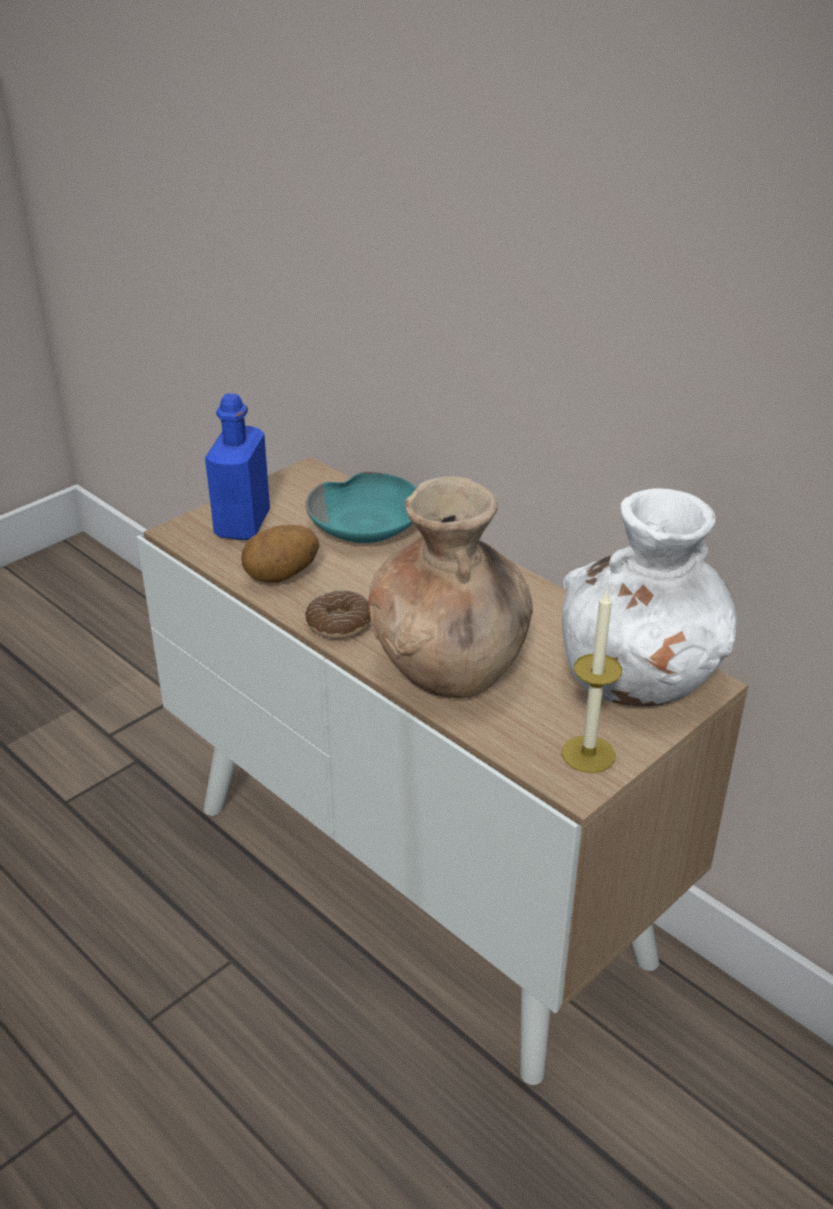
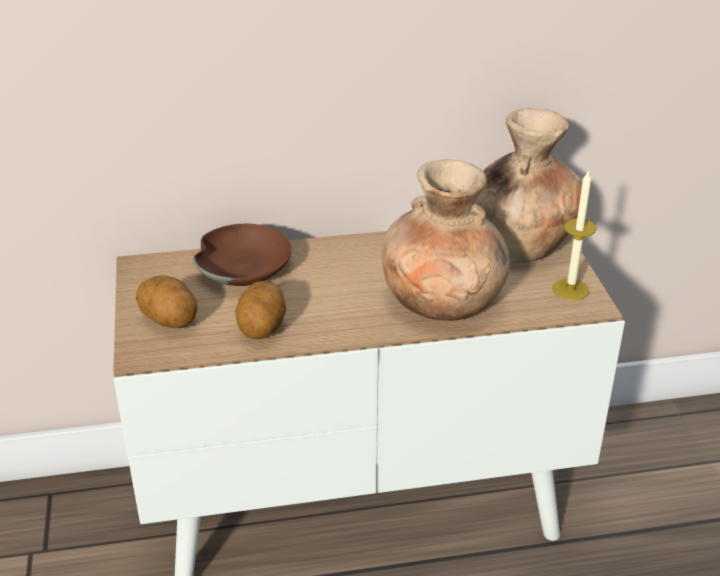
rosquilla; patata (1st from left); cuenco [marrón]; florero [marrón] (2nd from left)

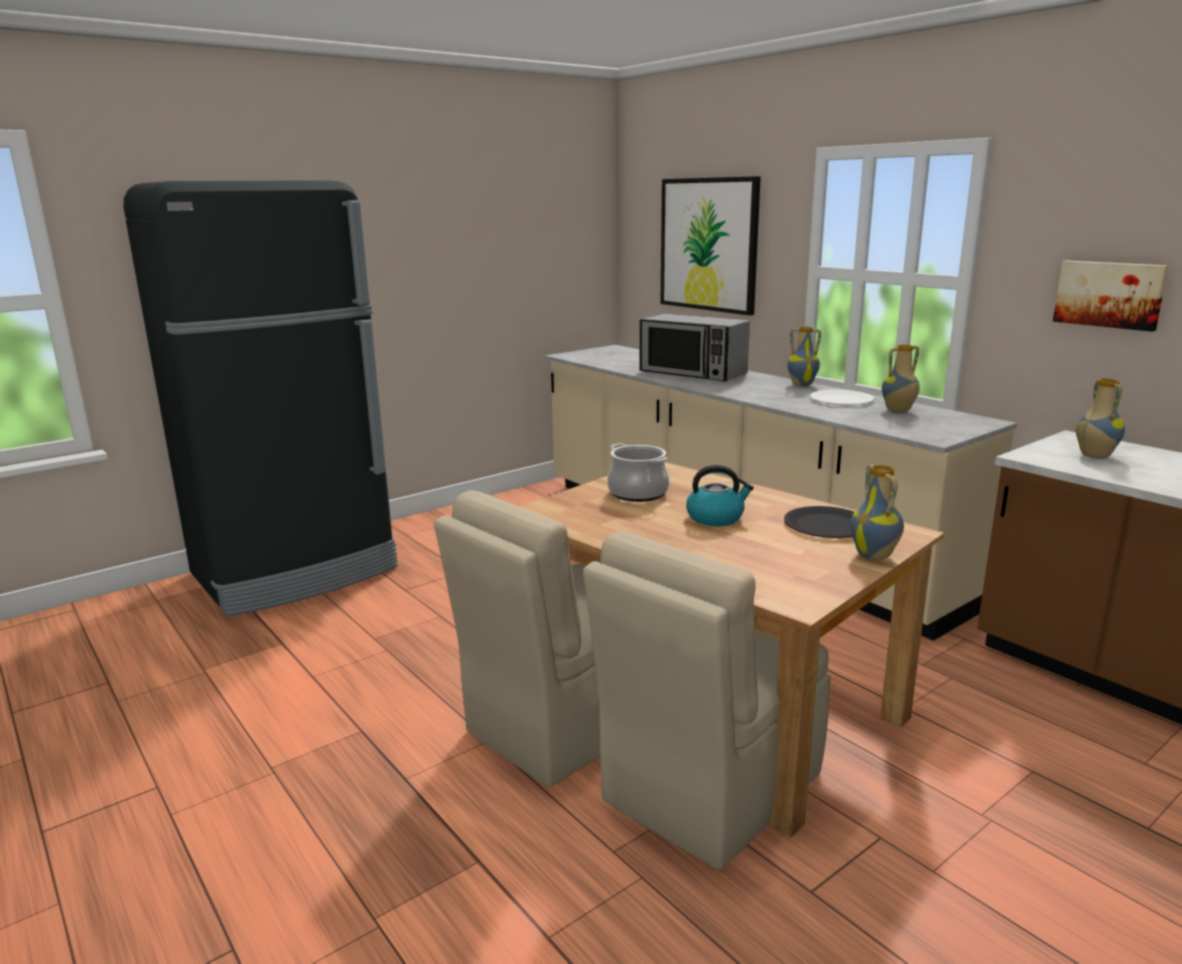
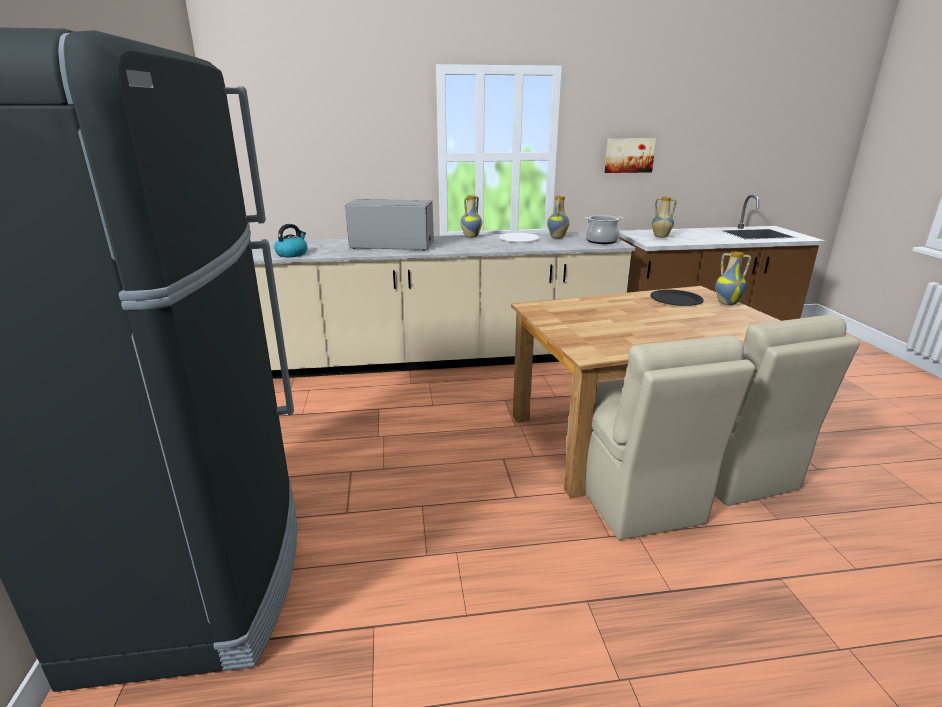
cuadro (1st from left in the first image); olla; hervidor; microondas

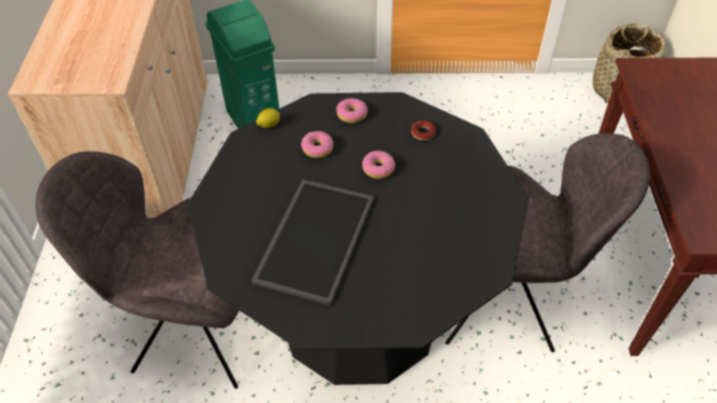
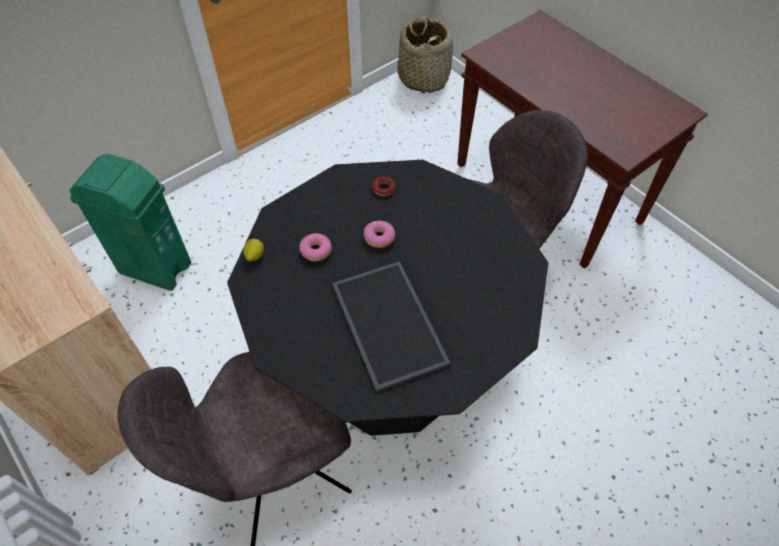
rosquilla (2nd from left in the first image)

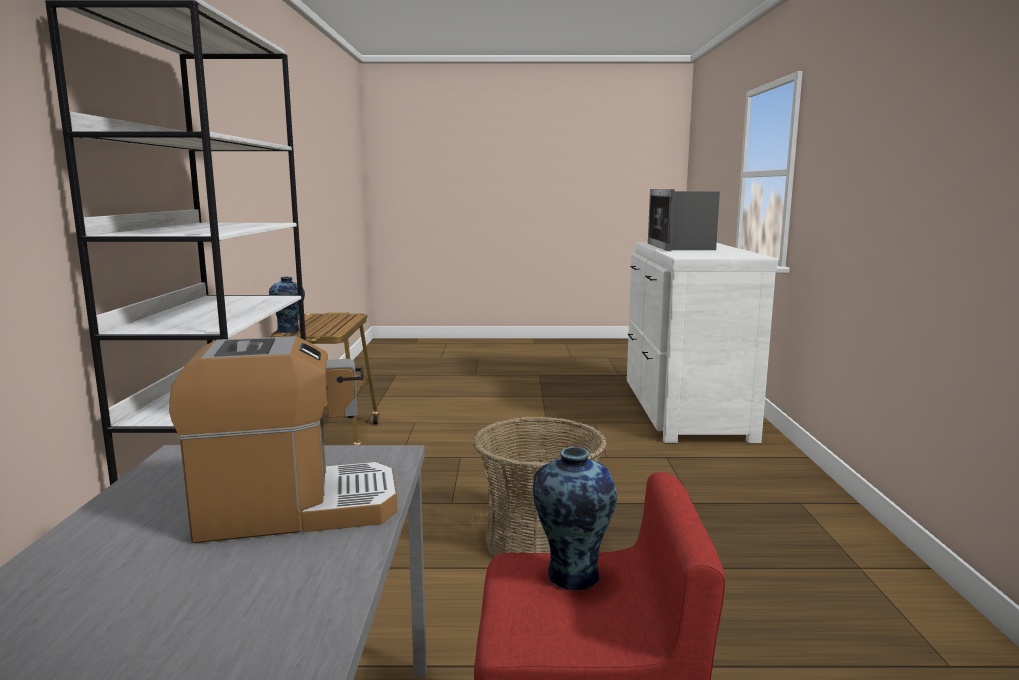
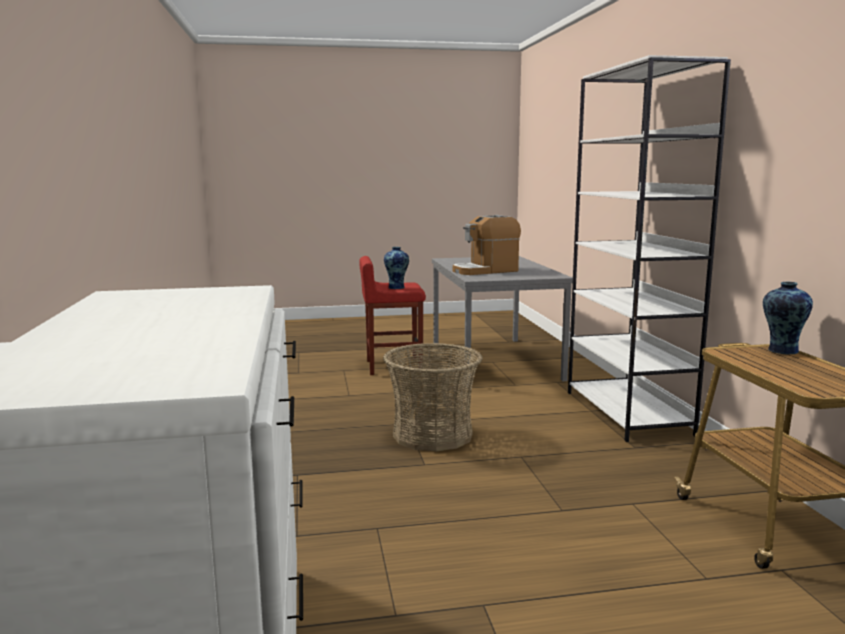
microondas

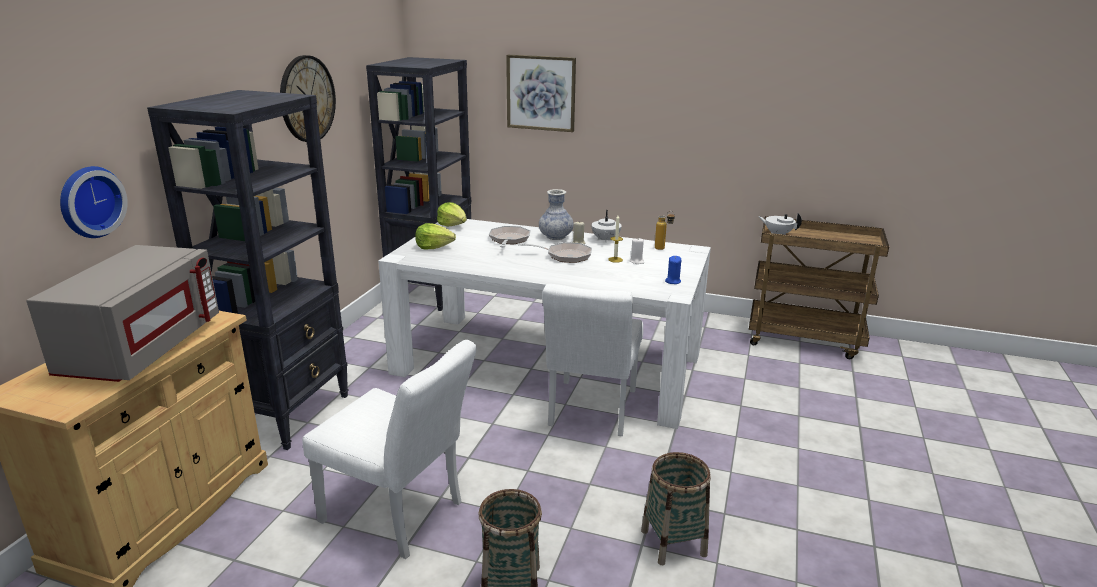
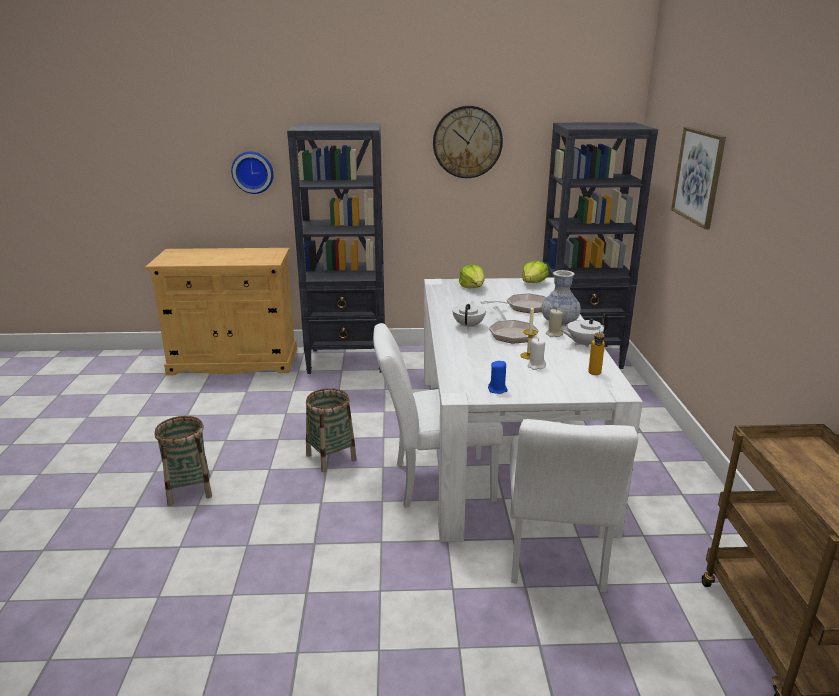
microondas [gris]; silla [blanco] (2nd from left); cesta (2nd from left); tetera [blanco] (1st from left)

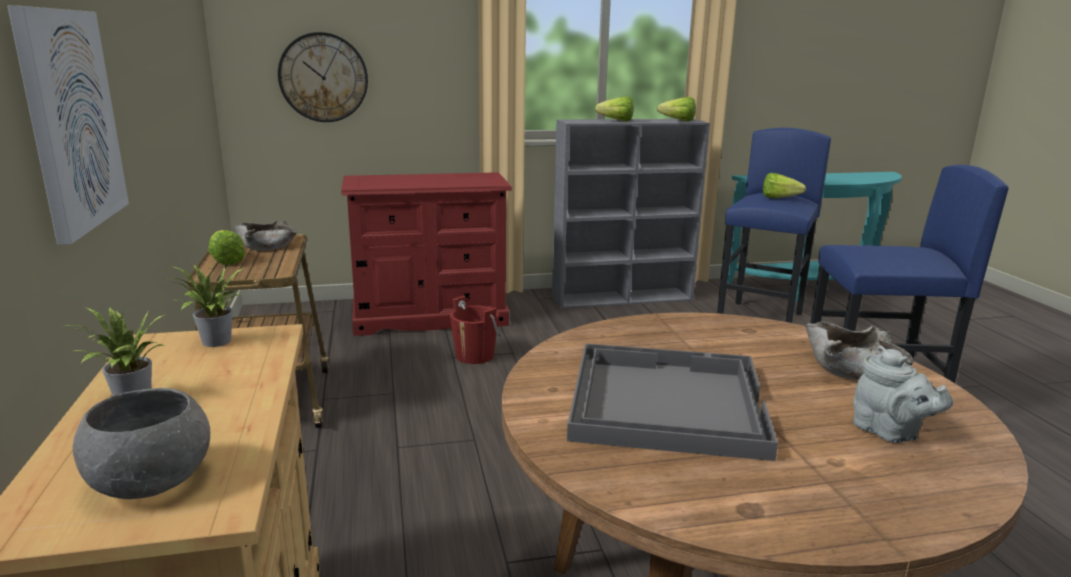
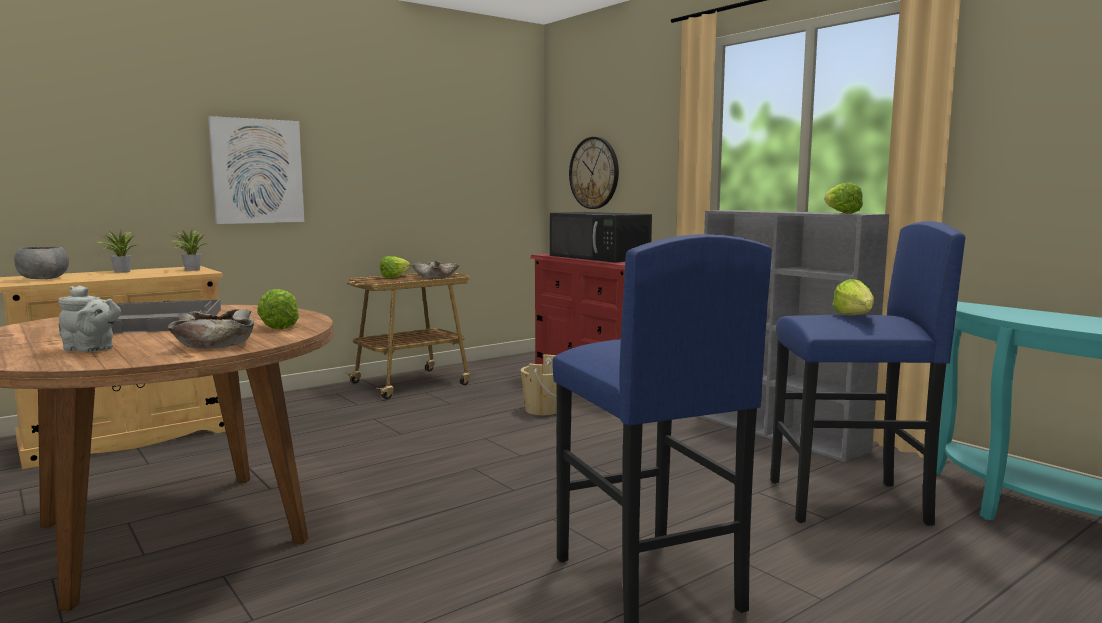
microondas [negro]; lechuga (1st from left); cubo [beis]; tetera [gris]

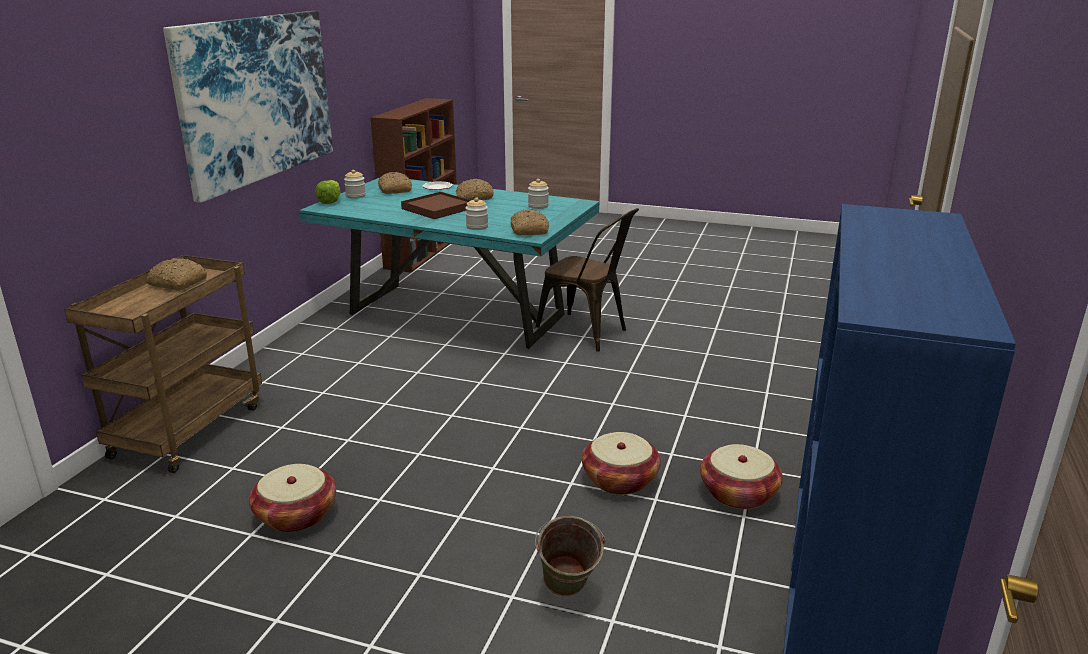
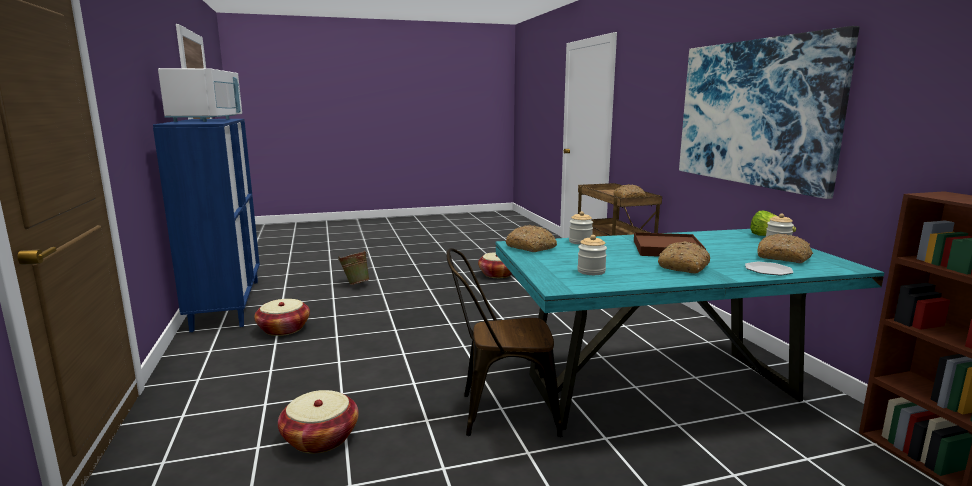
microondas [blanco]; cesta (2nd from left)

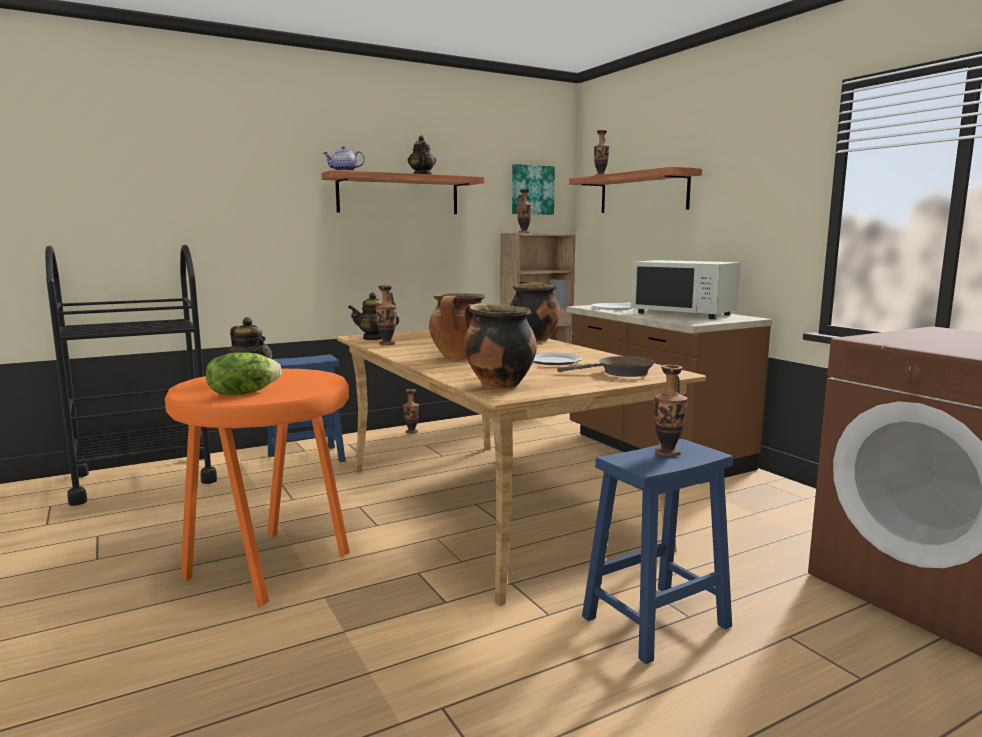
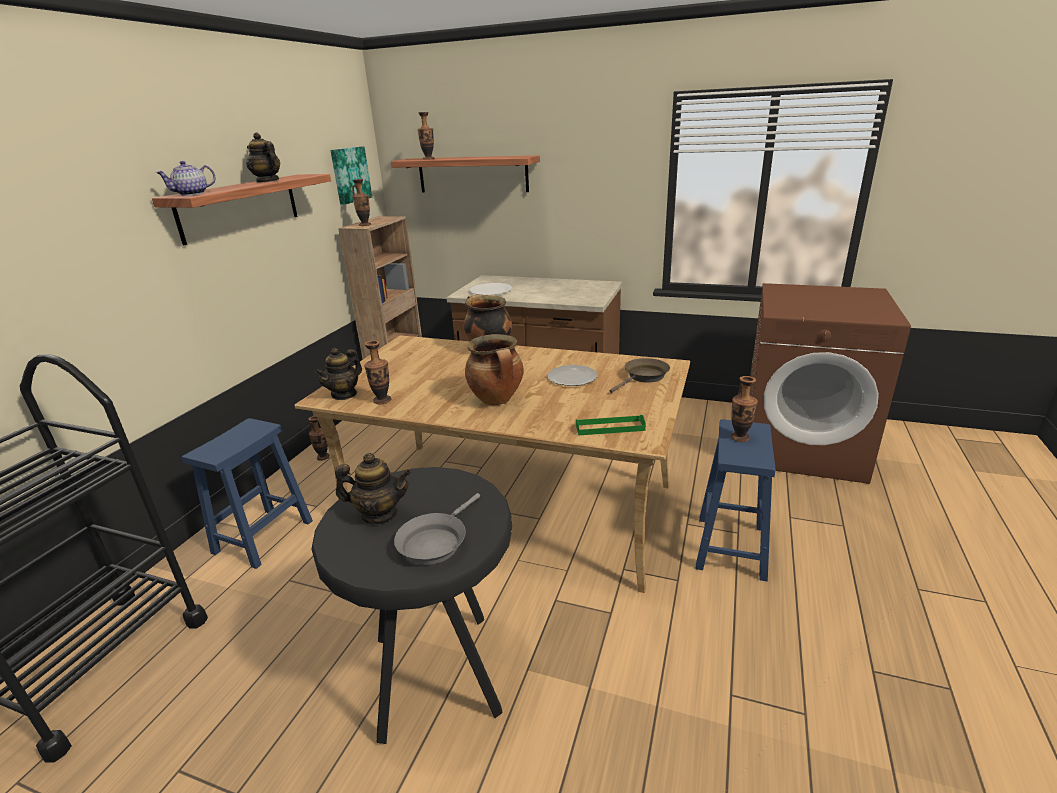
microondas [blanco]; sartén [gris]; bandeja [verde]; taburete [negro]

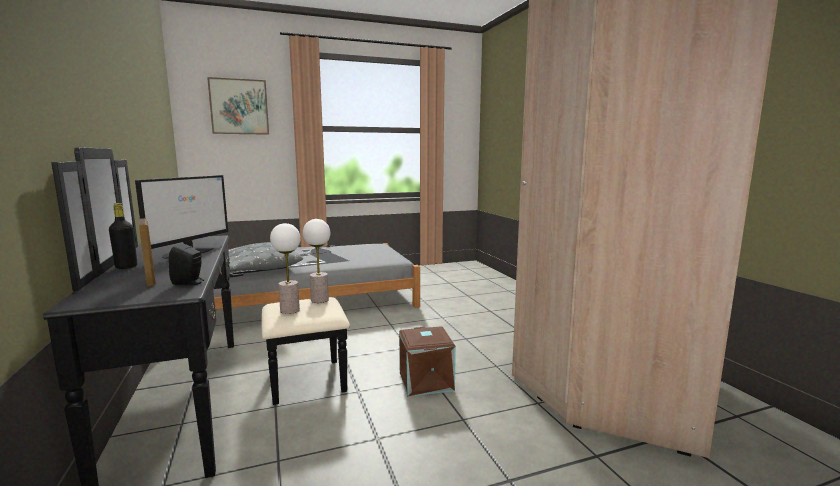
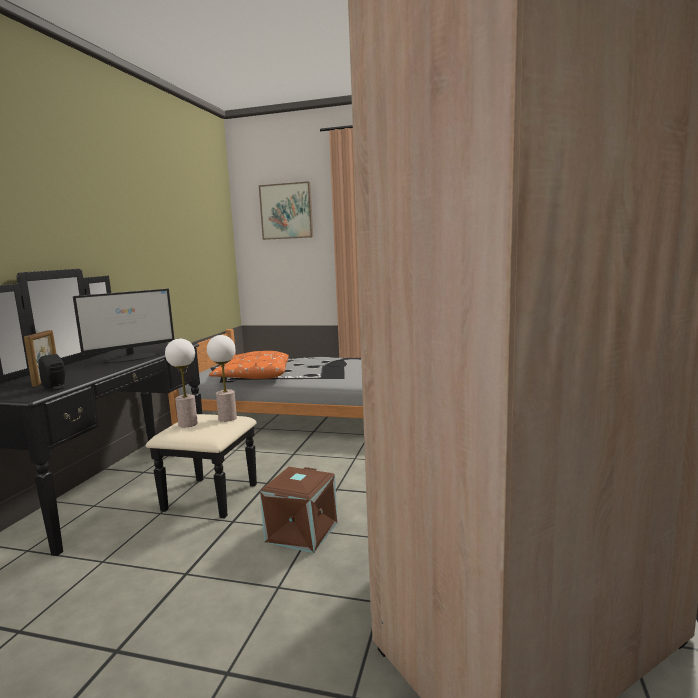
botella [negro]; cojín [naranja]

